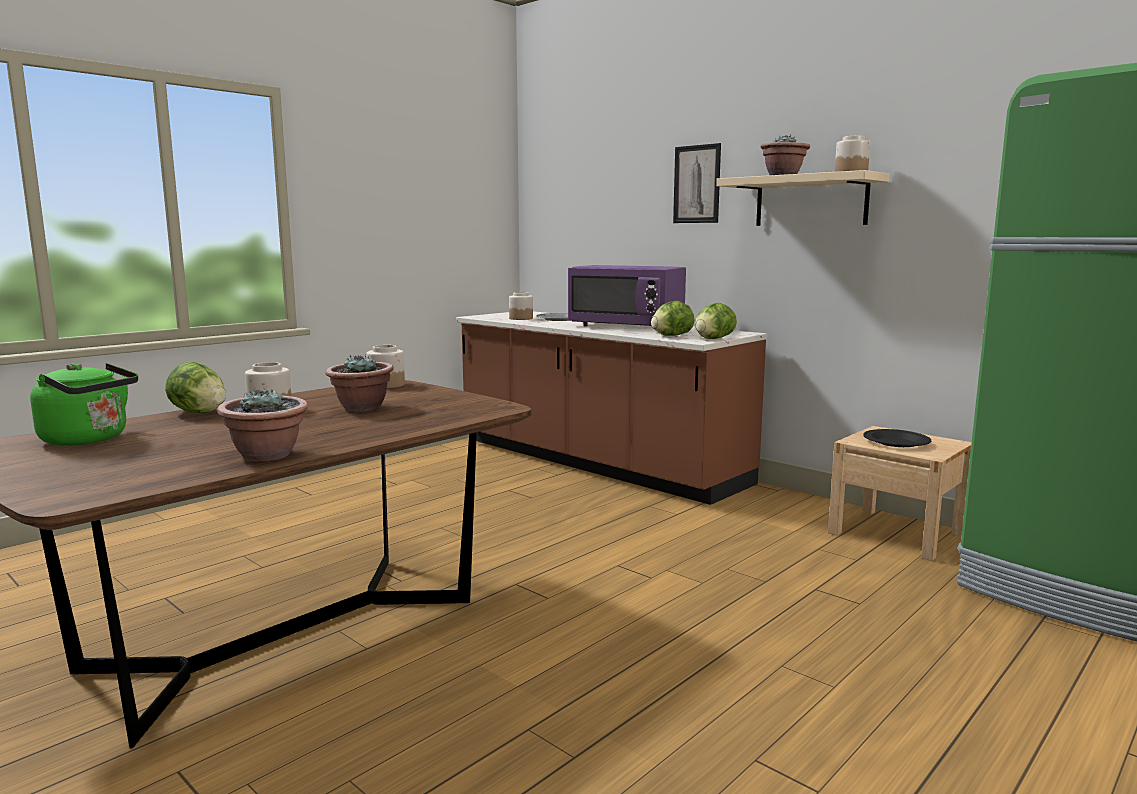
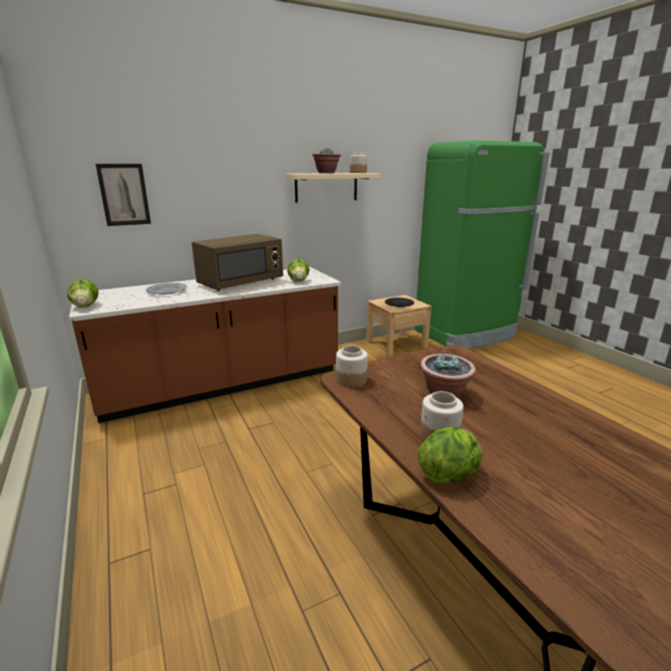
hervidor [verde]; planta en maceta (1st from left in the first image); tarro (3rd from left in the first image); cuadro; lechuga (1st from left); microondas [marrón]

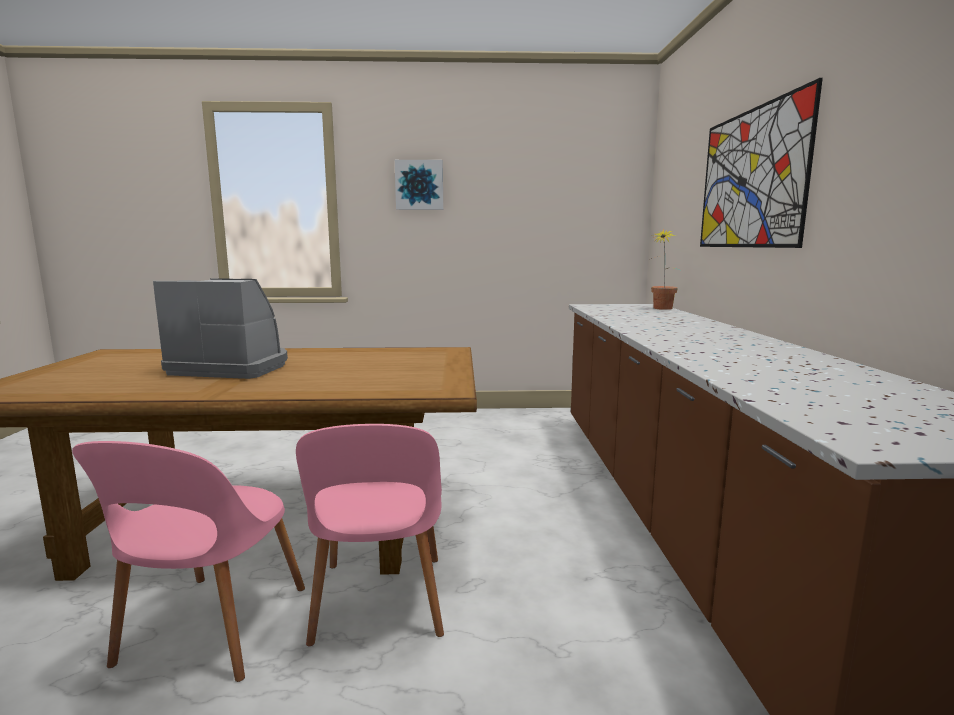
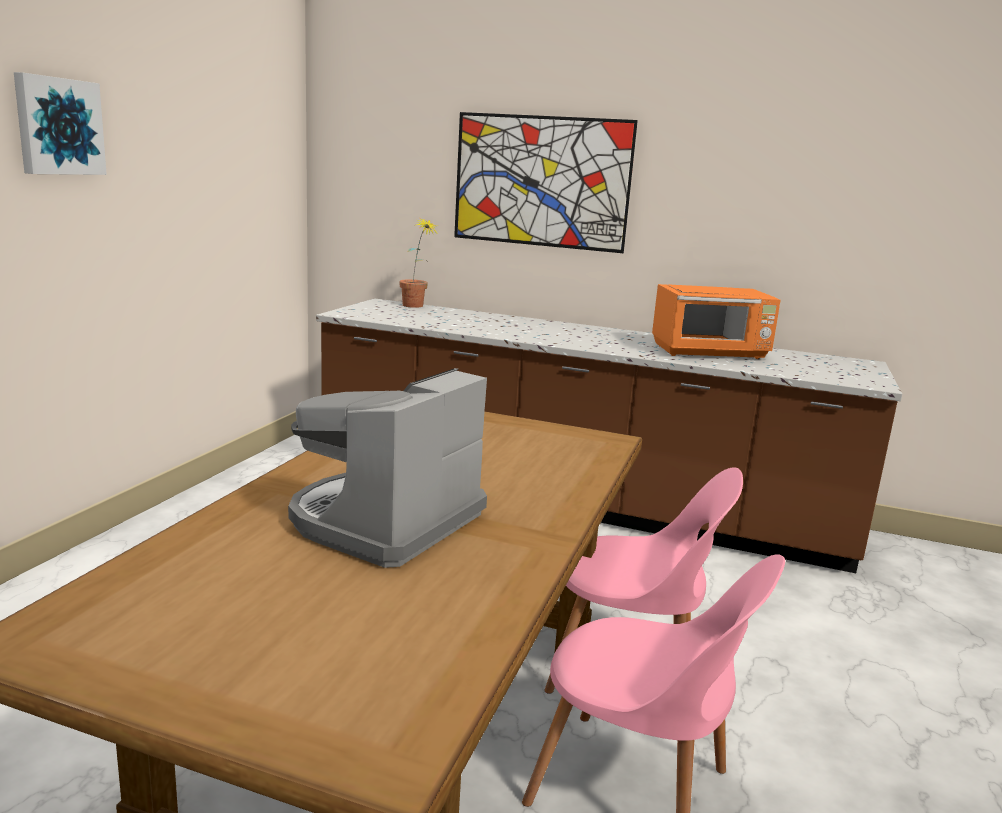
microondas [naranja]

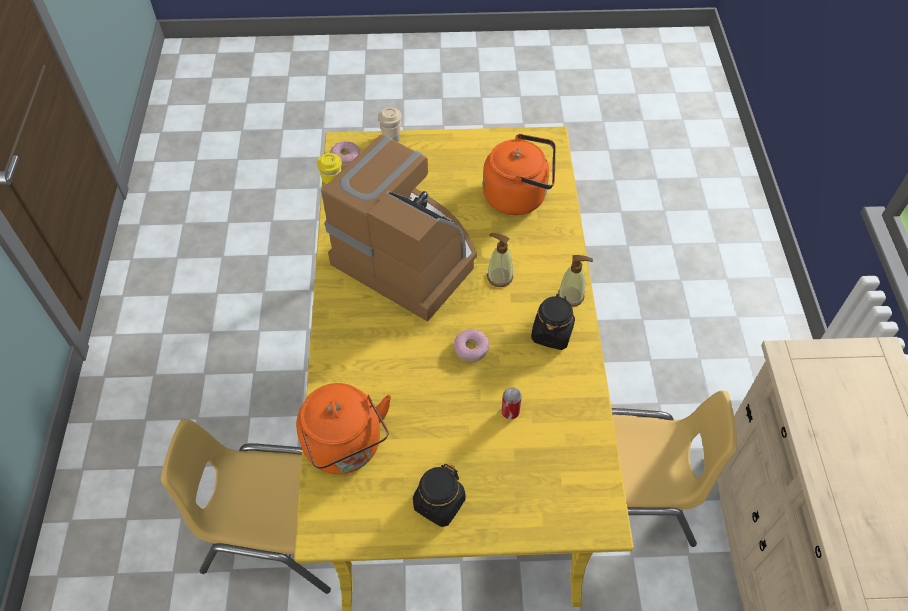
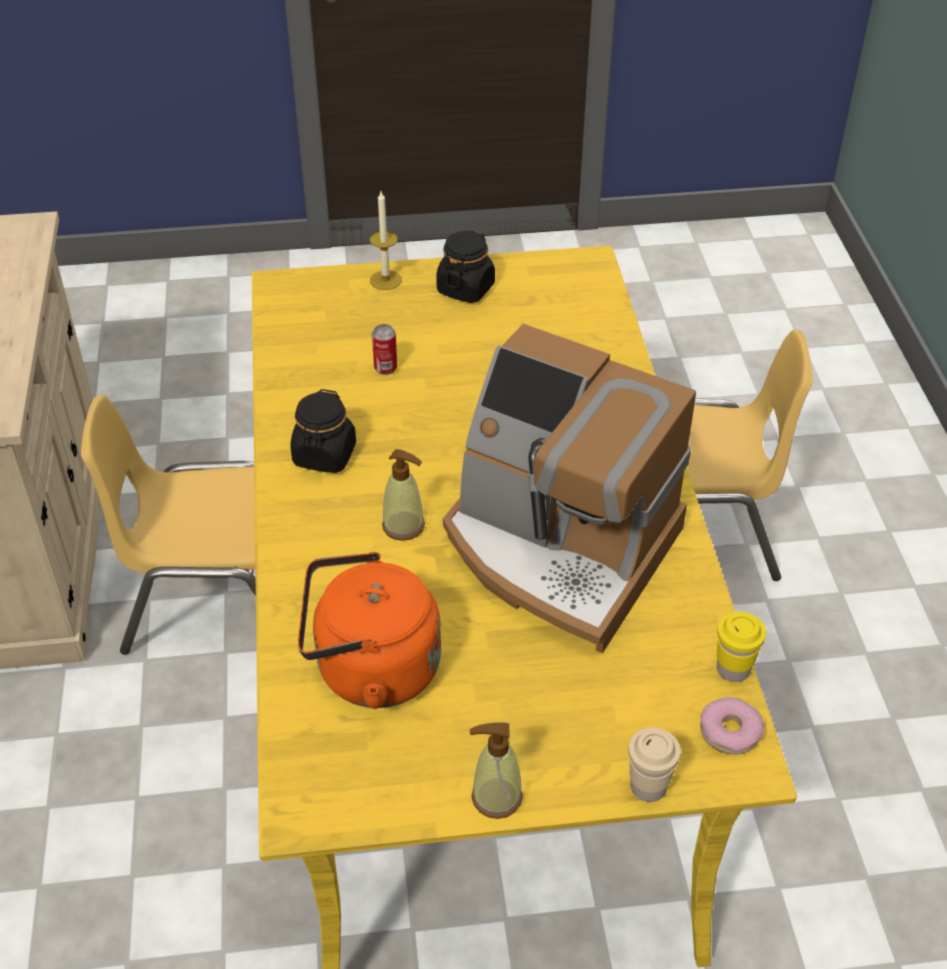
hervidor [naranja] (1st from left in the first image); rosquilla (2nd from left in the first image); vela; dispensador de jabón (2nd from left)

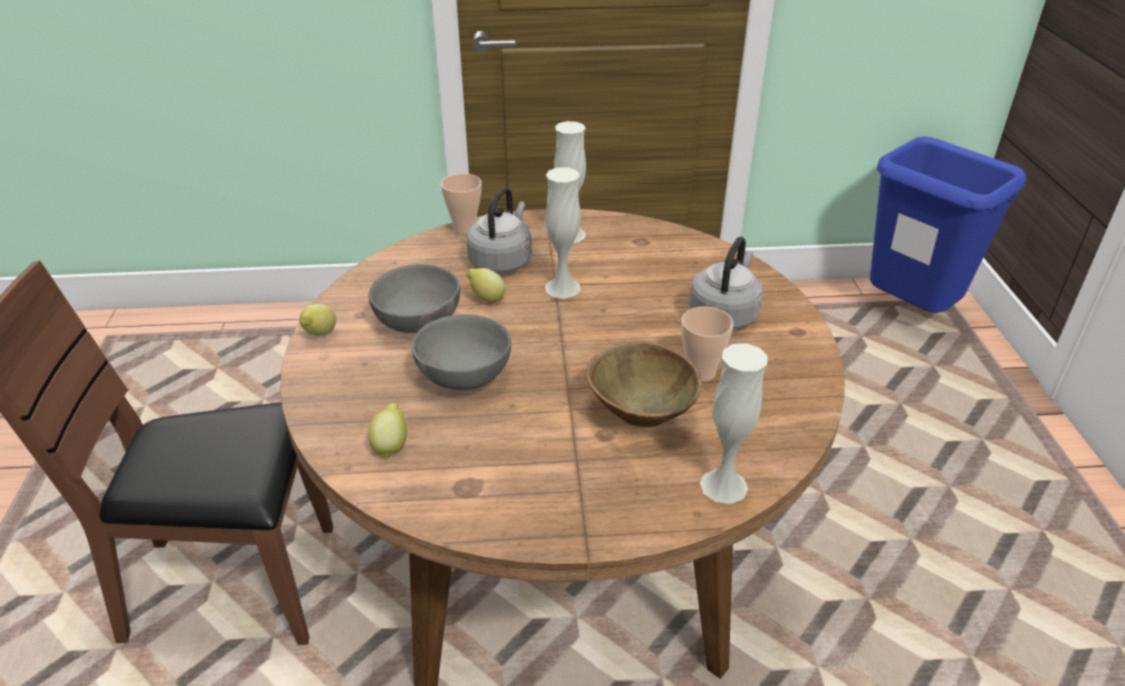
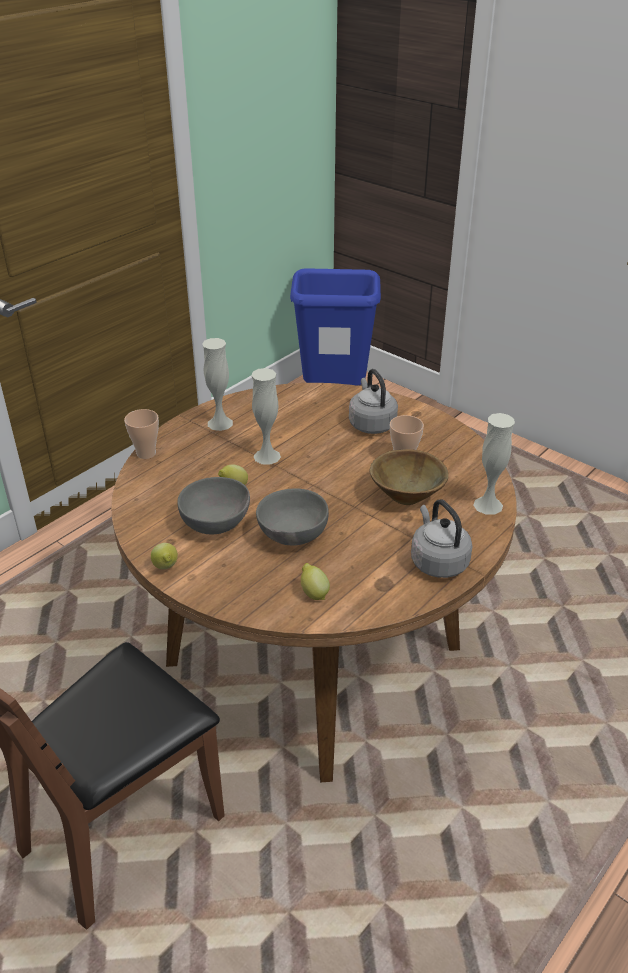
hervidor [gris] (2nd from left)

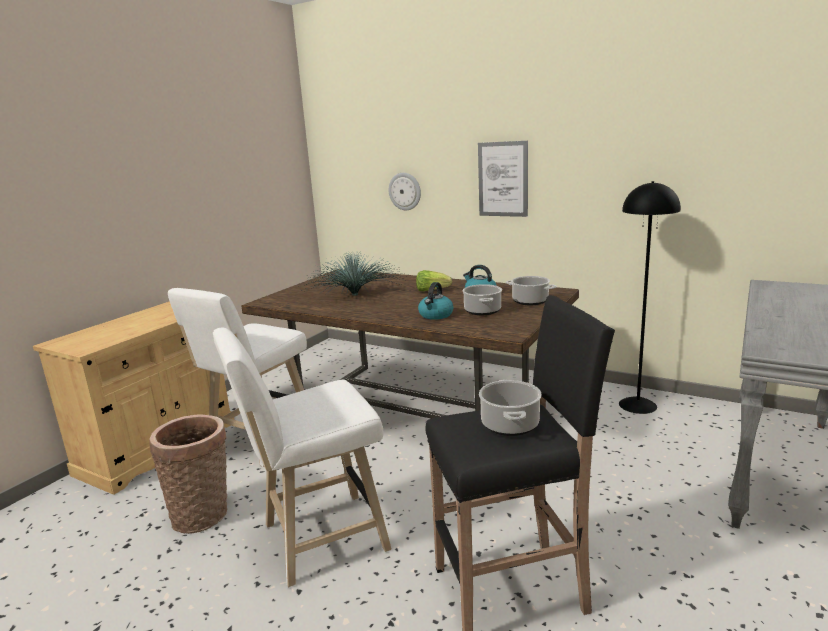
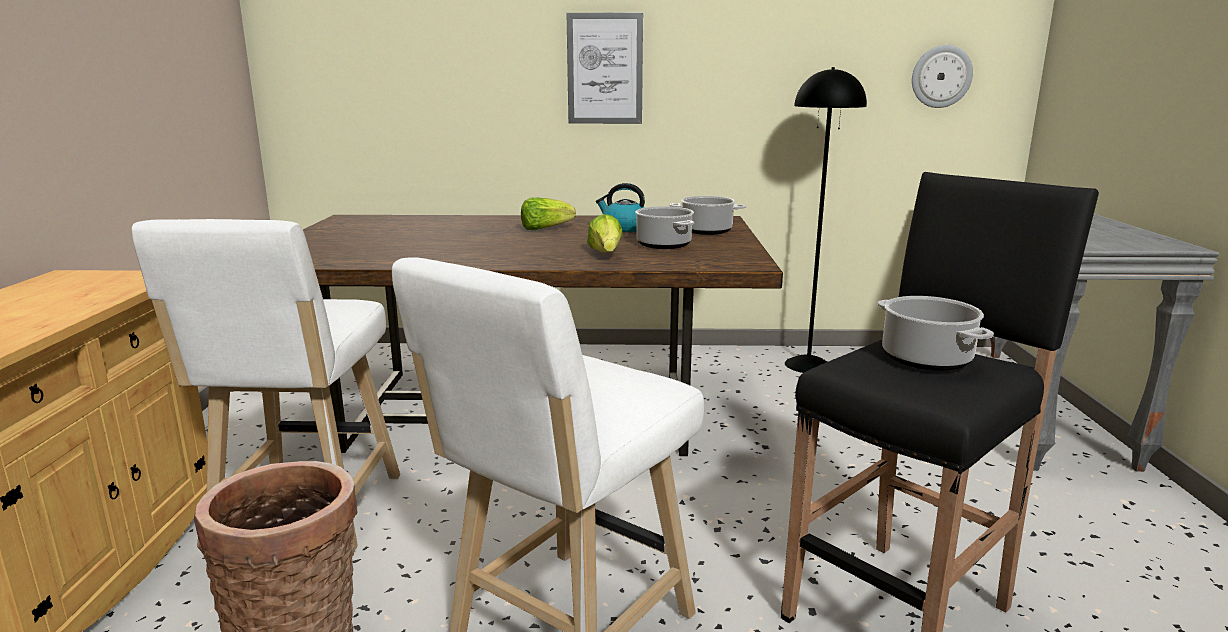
planta en maceta; reloj de pared; lechuga (2nd from left)

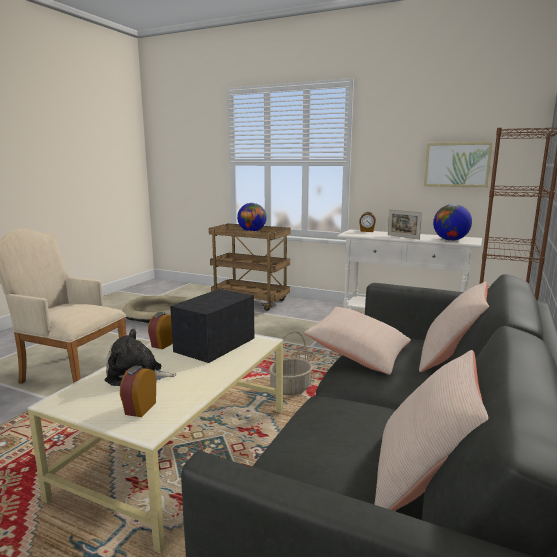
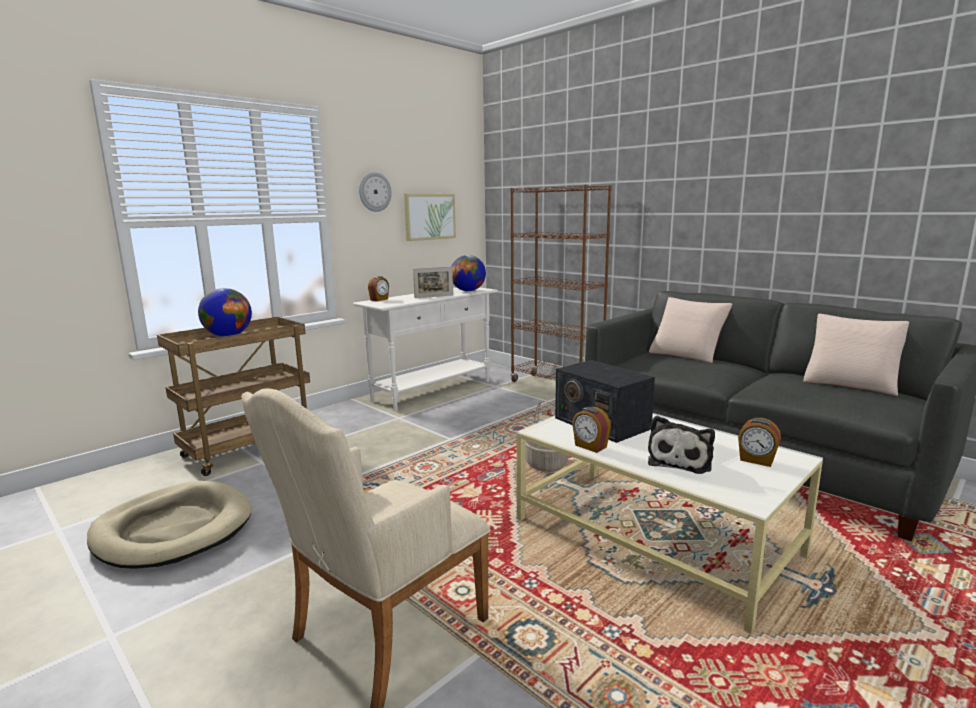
cojín [beis] (1st from left in the first image); reloj de pared

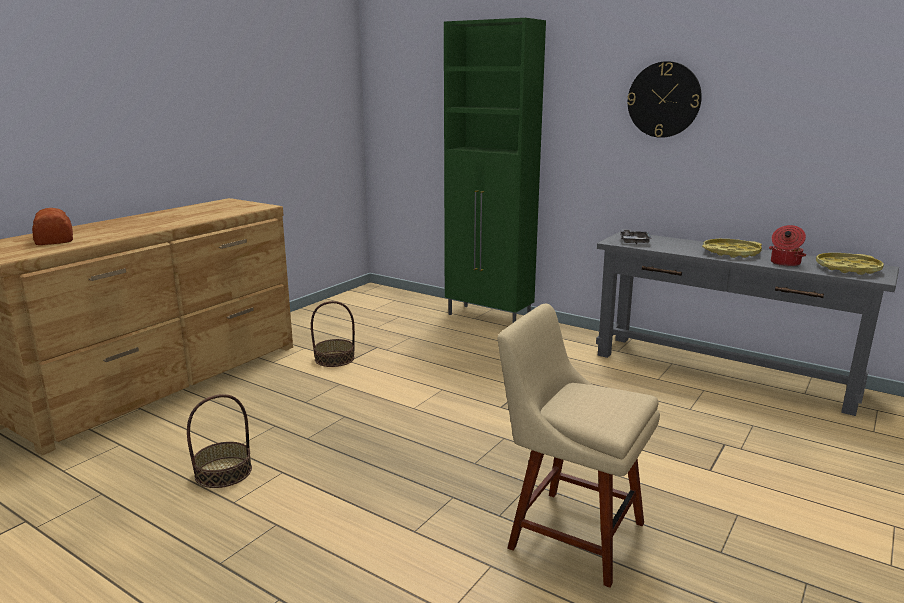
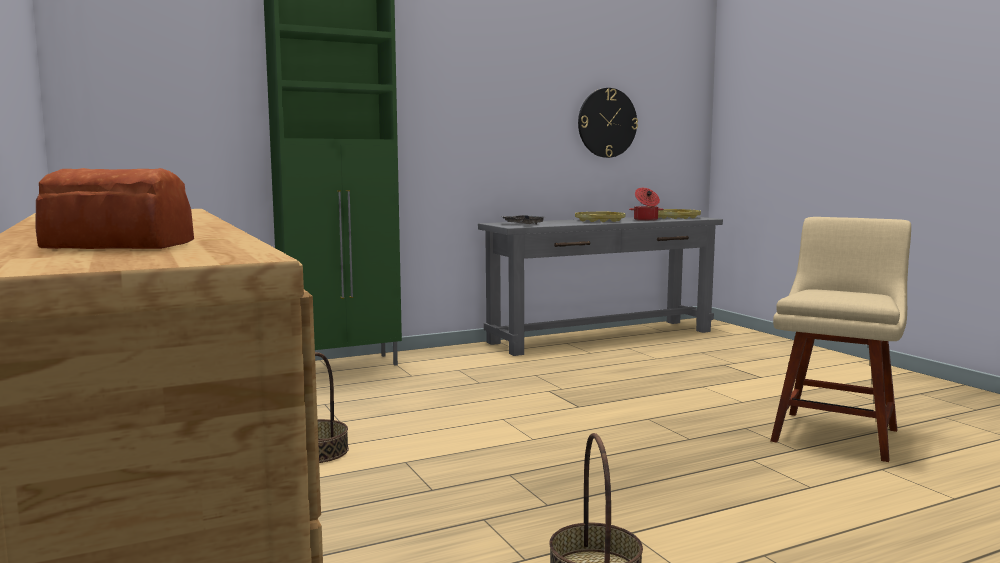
reloj de pared; silla [beis]

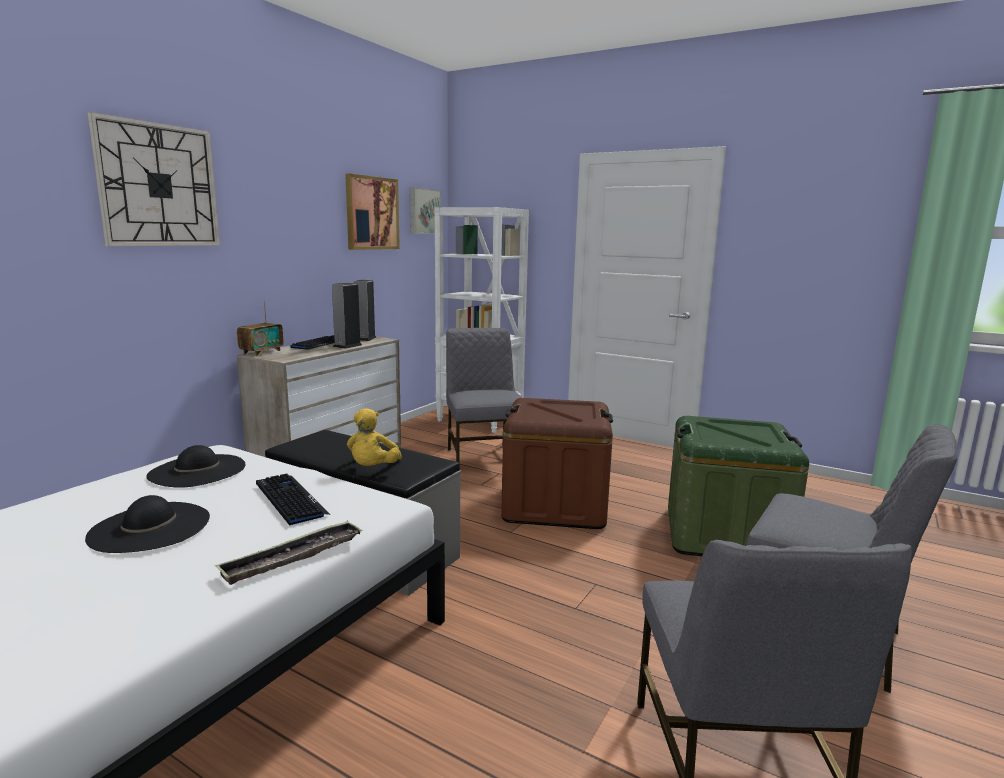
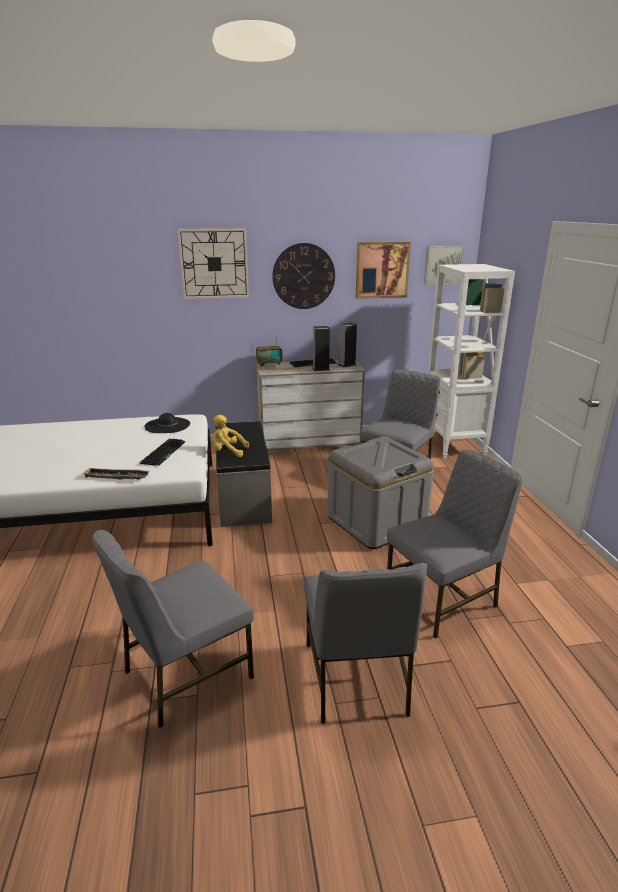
sombrero [negro] (1st from left in the first image); reloj de pared (2nd from left); silla [gris] (4th from left); caja de almacenaje [gris]; peluche [amarillo]

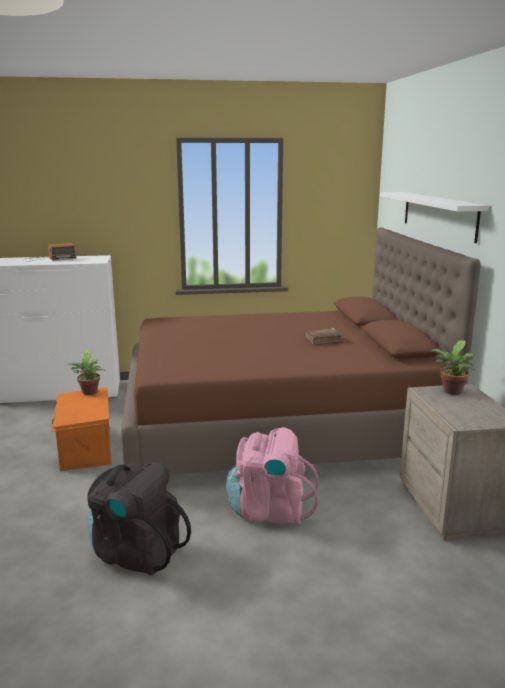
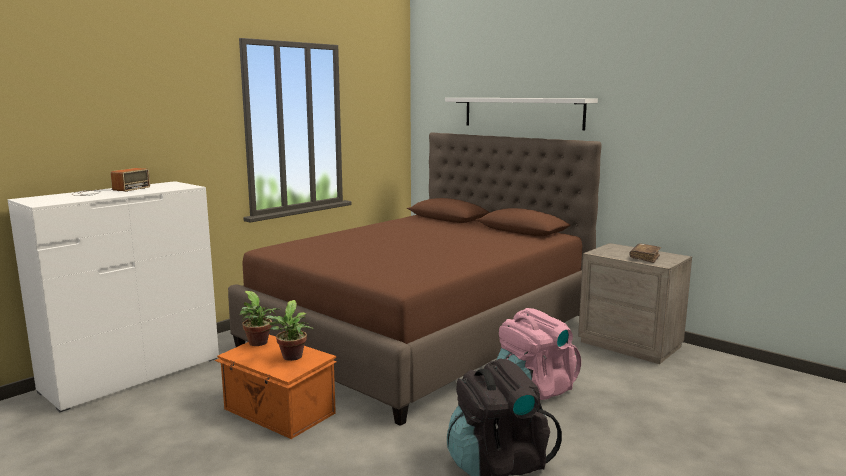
libro [marrón]; planta en maceta (2nd from left)

